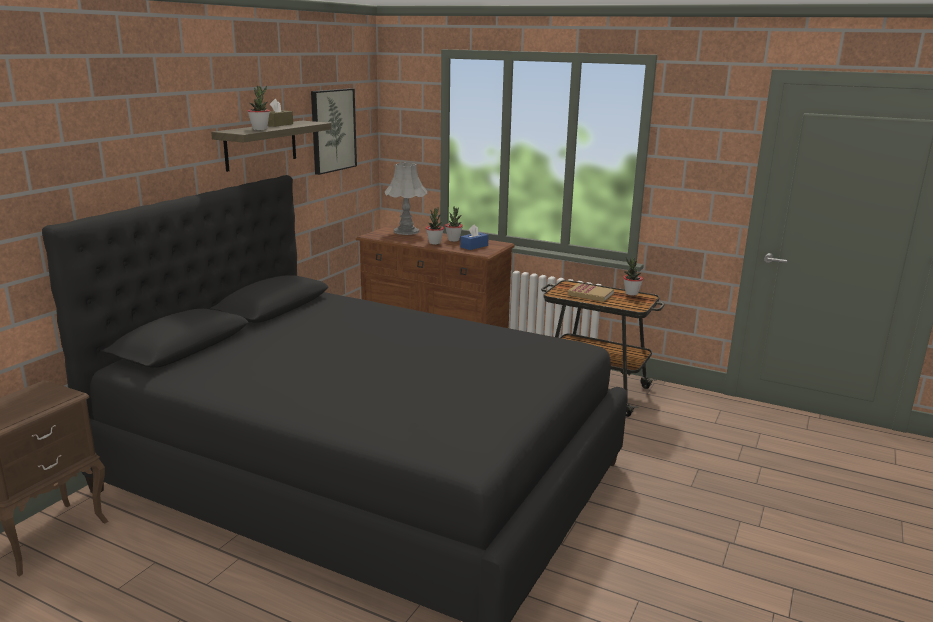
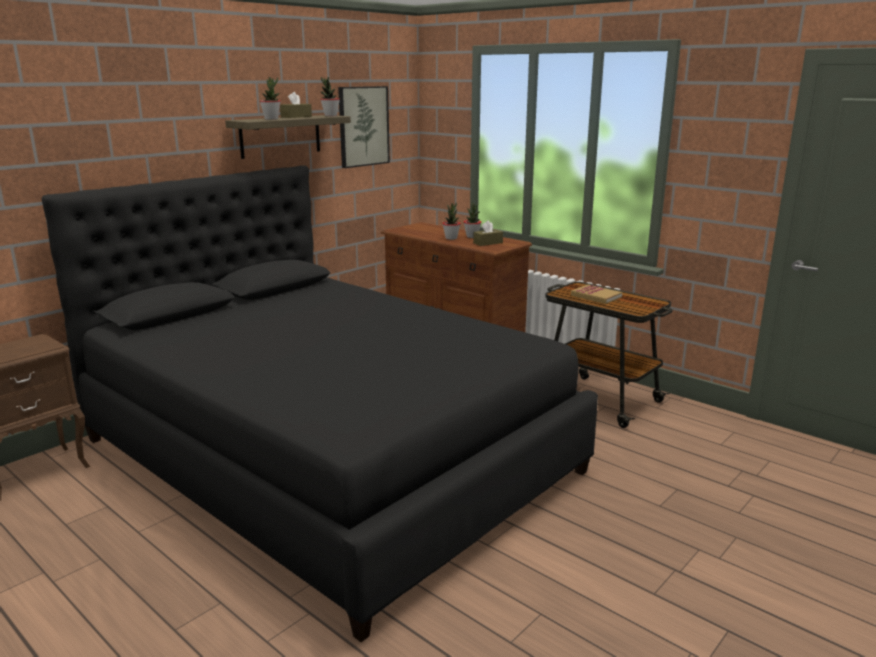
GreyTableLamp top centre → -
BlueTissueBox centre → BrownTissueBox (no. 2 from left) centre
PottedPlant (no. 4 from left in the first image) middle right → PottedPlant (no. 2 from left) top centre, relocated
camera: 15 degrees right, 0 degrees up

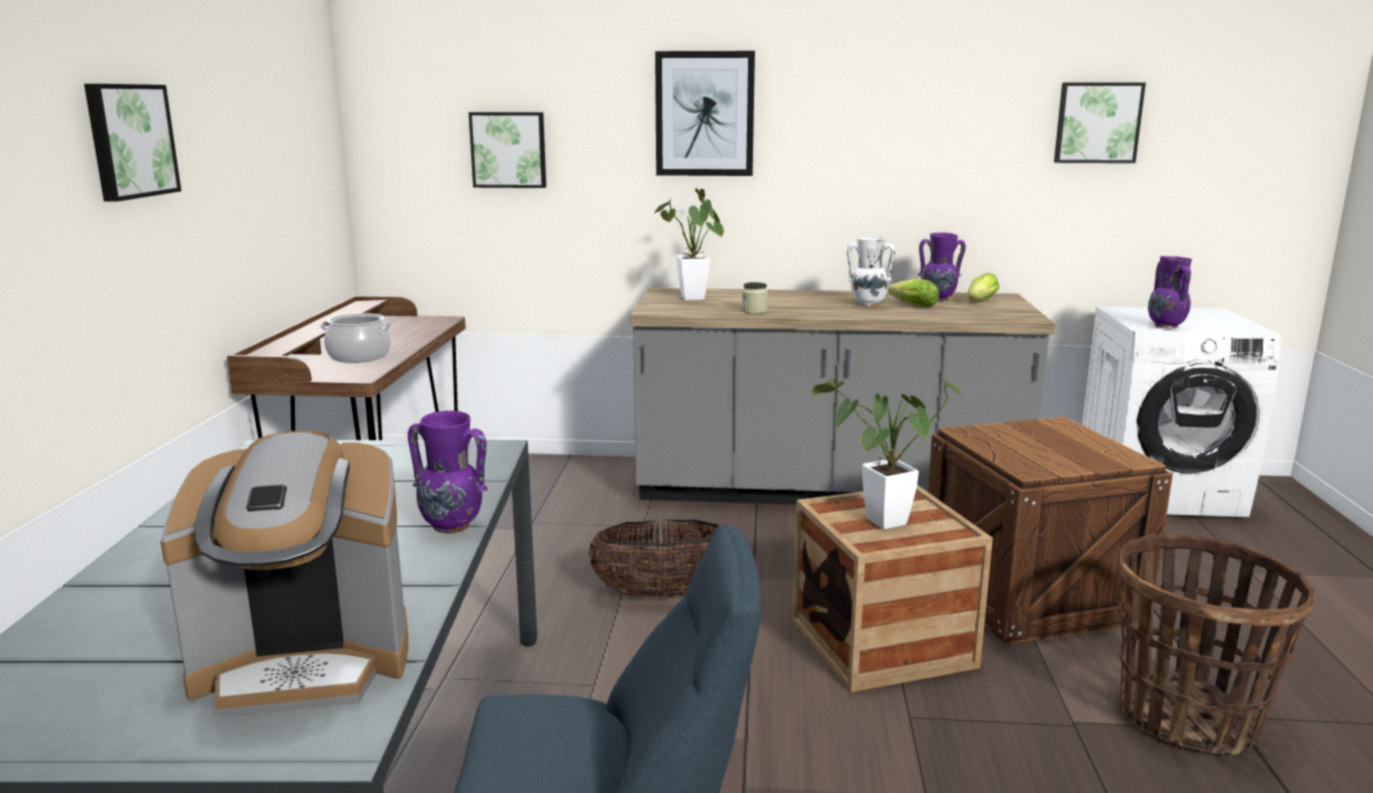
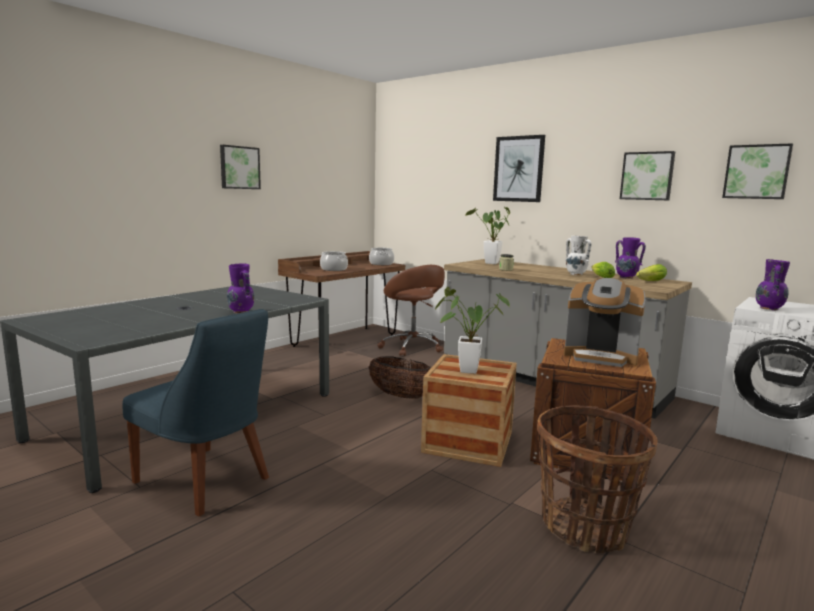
Picture (no. 2 from left in the first image) top centre → Picture (no. 3 from left) top right, relocated
CoffeeMachine bottom left → CoffeeMachine middle right, relocated
- → CookingPot (no. 2 from left) centre
- → BrownOfficeChair centre
camera: 35 degrees right, 5 degrees down

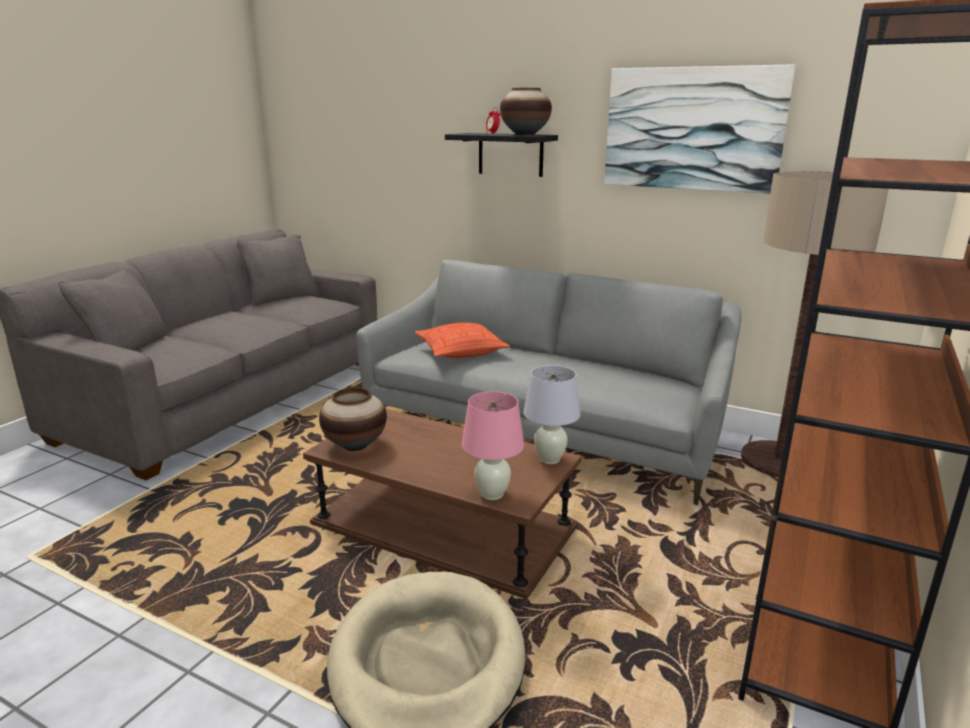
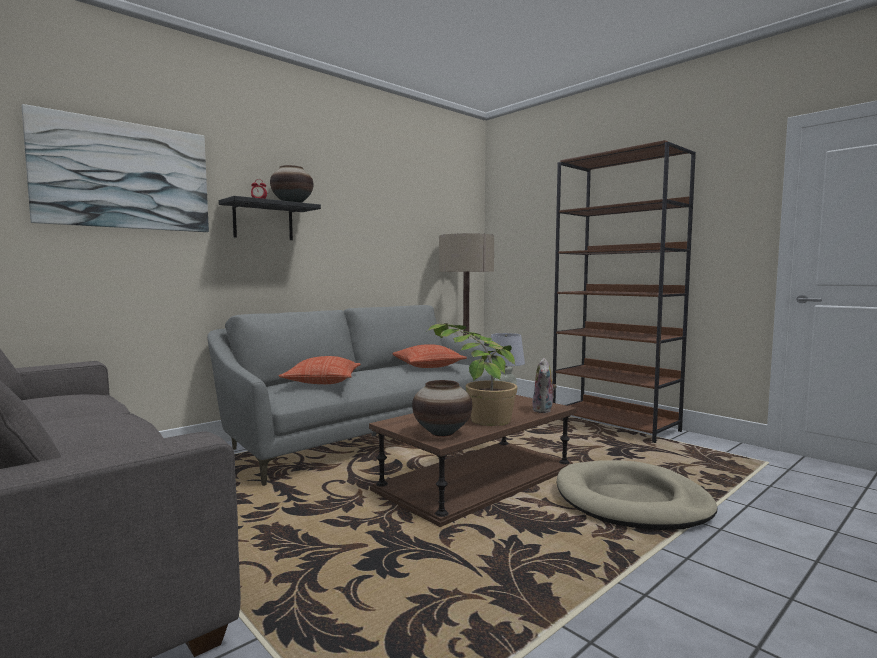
Picture top right → Picture top left, relocated
PinkTableLamp centre → PlushToy centre
- → PottedPlant centre
- → OrangePillow (no. 2 from left) centre
camera: 70 degrees left, 15 degrees down

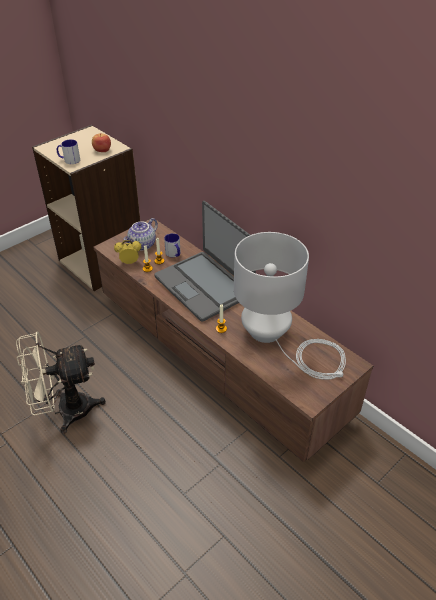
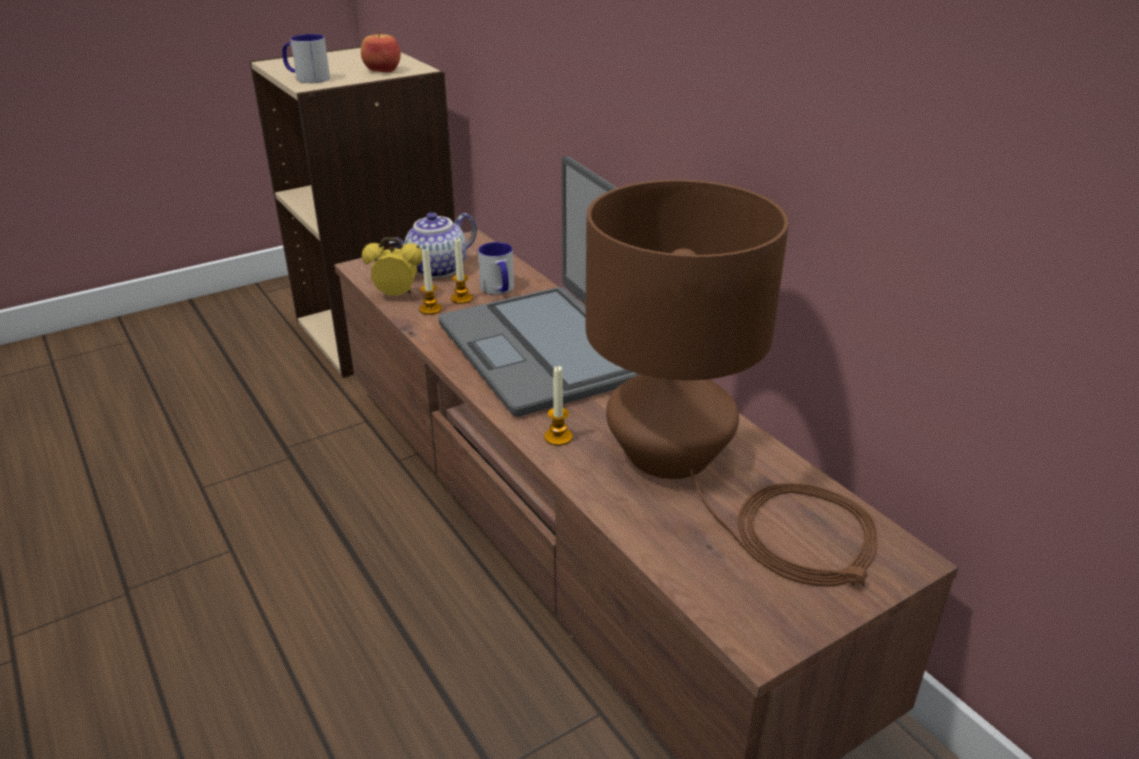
WhiteTableLamp centre → BrownTableLamp centre
BeigeFan middle left → -
camera: 10 degrees right, 10 degrees down

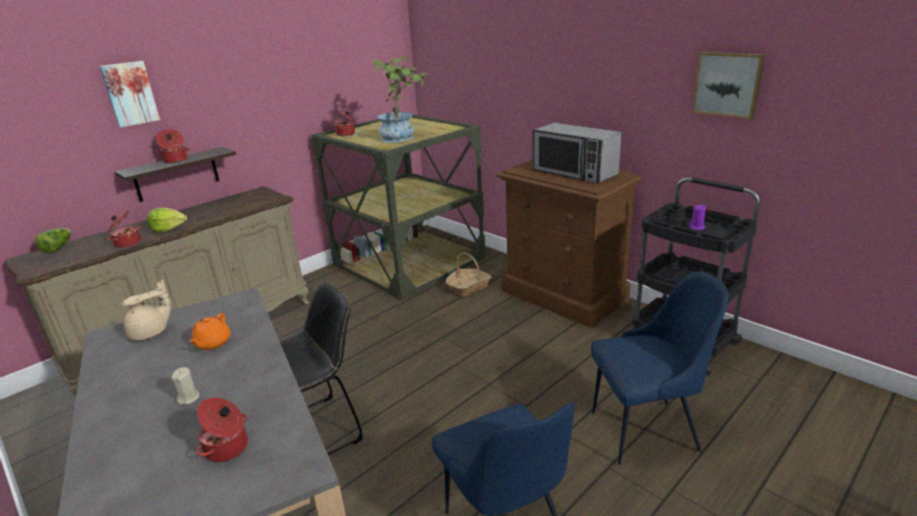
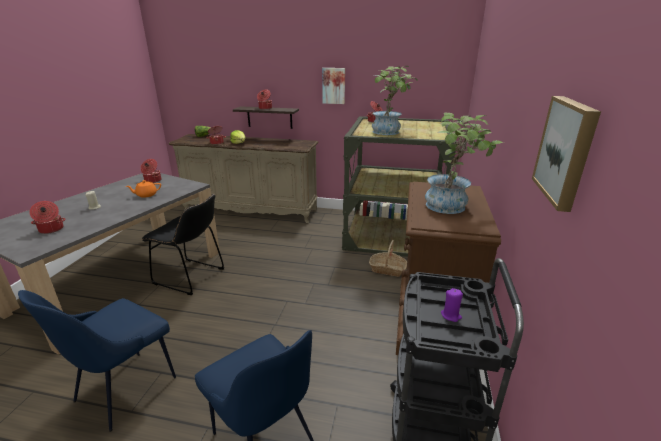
Picture (no. 1 from left) top left → Picture (no. 1 from left) top centre, relocated
Microwave top centre → PottedPlant (no. 2 from left) middle right
BeigeTeapot middle left → CookingPot (no. 2 from left) middle left
camera: 55 degrees right, 0 degrees up

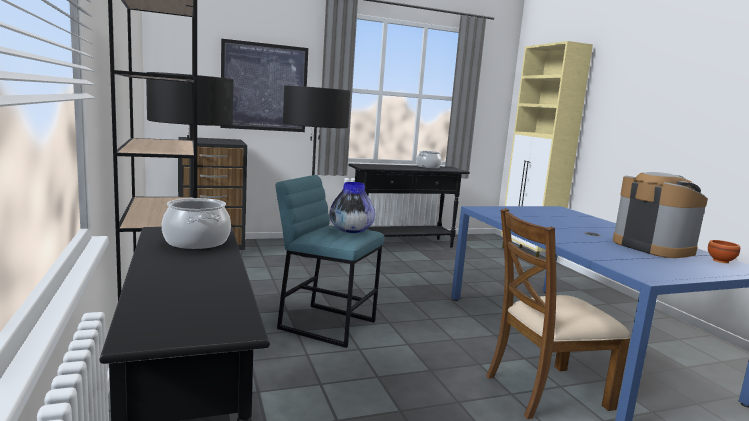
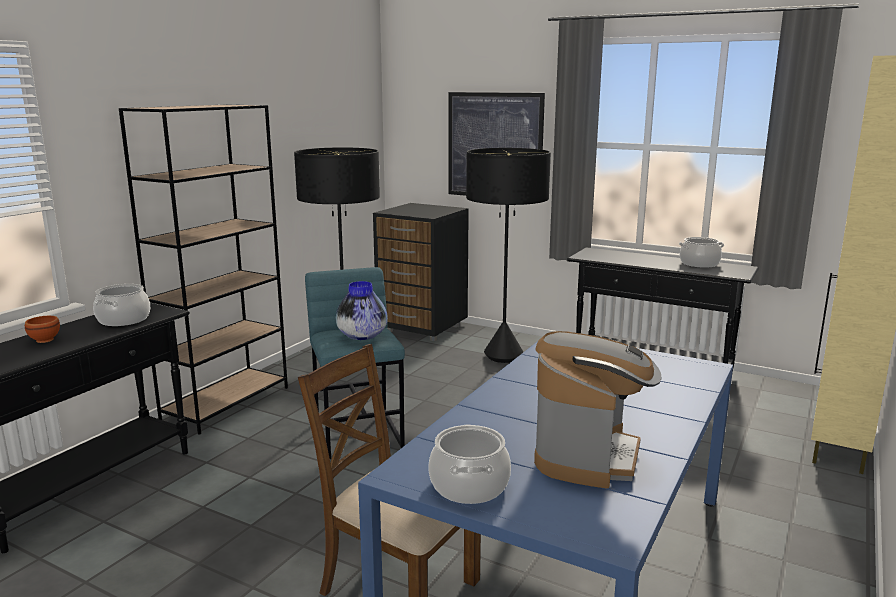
BrownBowl middle right → BrownBowl middle left, relocated
- → CookingPot (no. 2 from left) bottom centre
camera: 50 degrees right, 5 degrees up

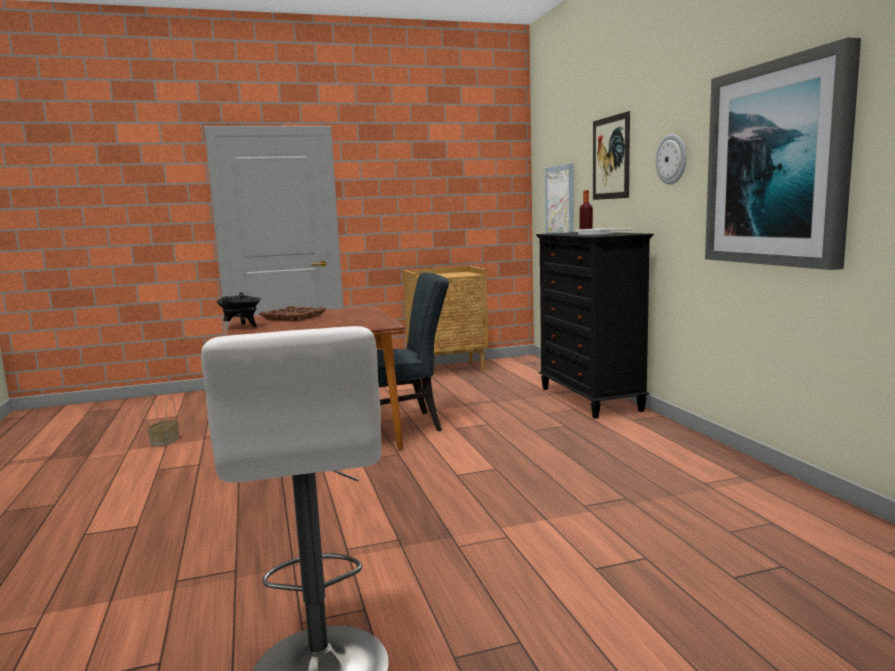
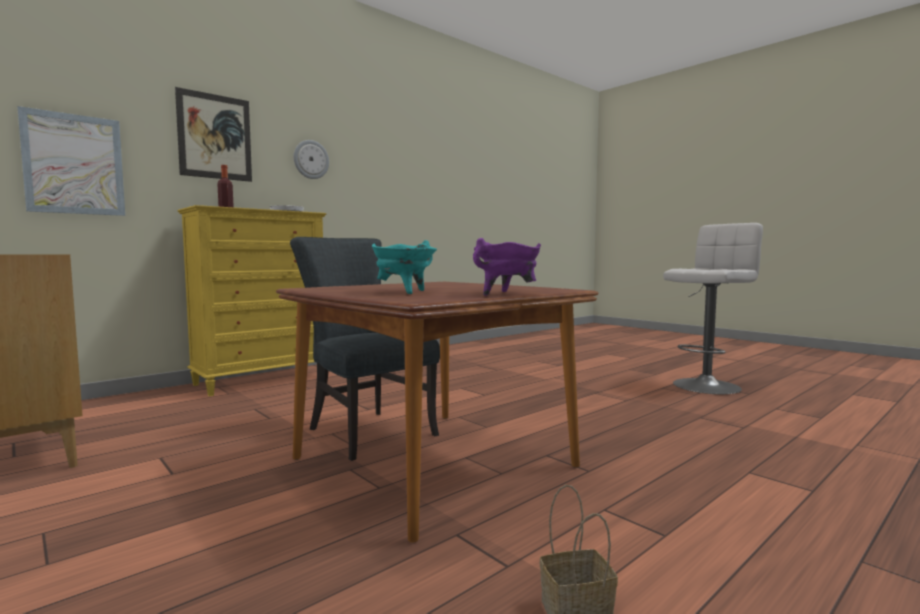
Picture (no. 3 from left) top right → -
BlackDresser centre → YellowDresser middle left
BlackCookingPot middle left → PurpleCookingPot centre
BrownTray middle left → TurquoiseCookingPot centre
camera: 115 degrees left, 5 degrees down

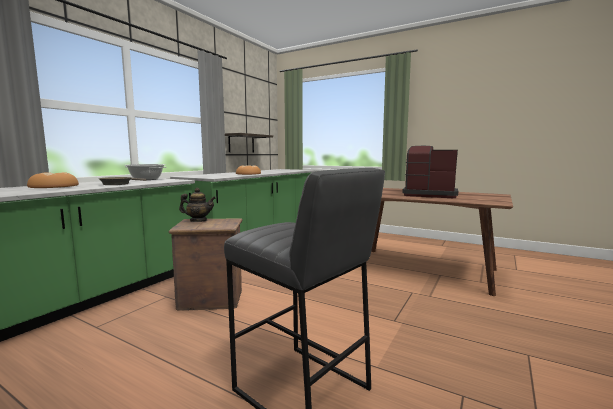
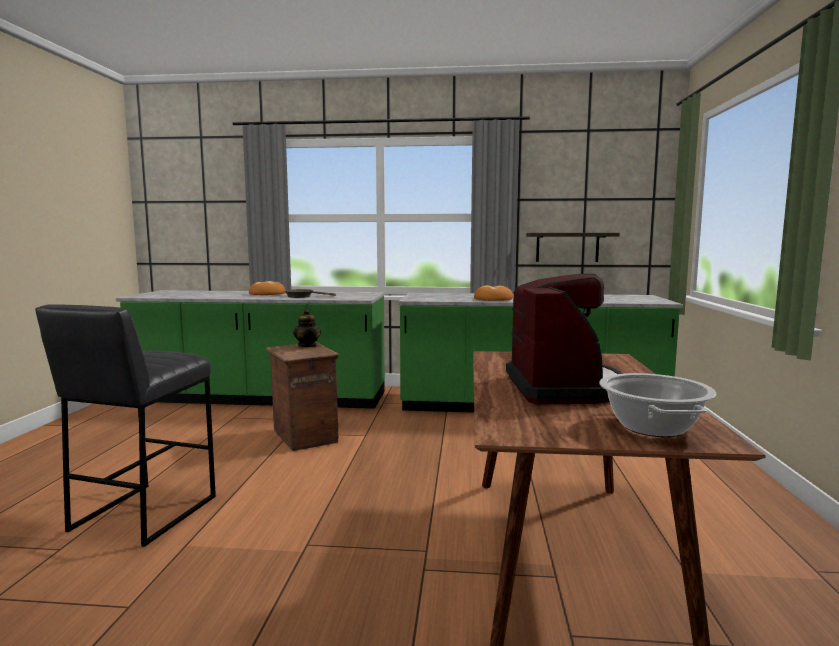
CookingPot middle left → CookingPot middle right, relocated
camera: 65 degrees right, 0 degrees up

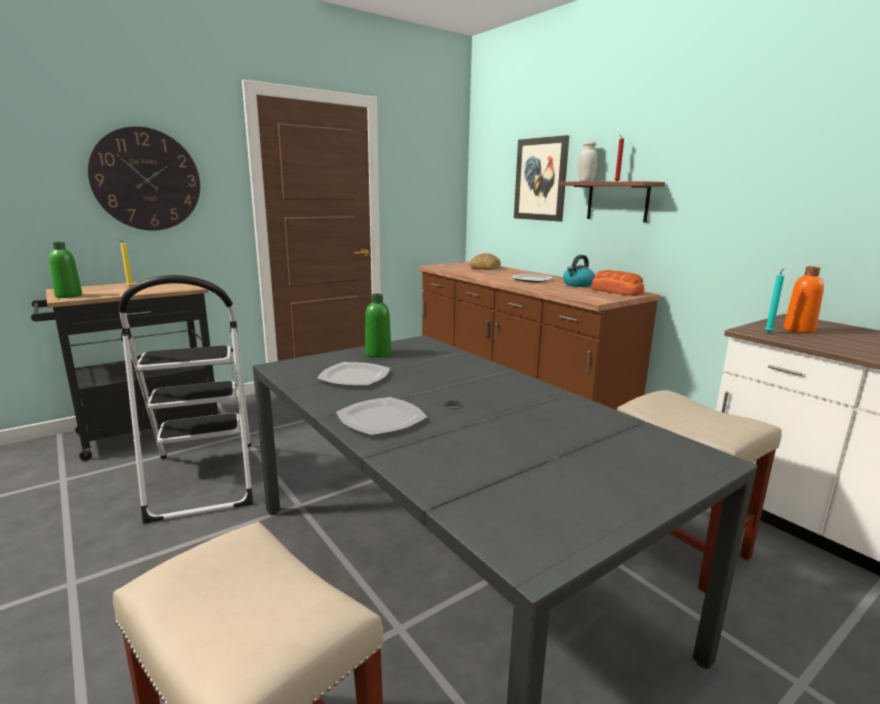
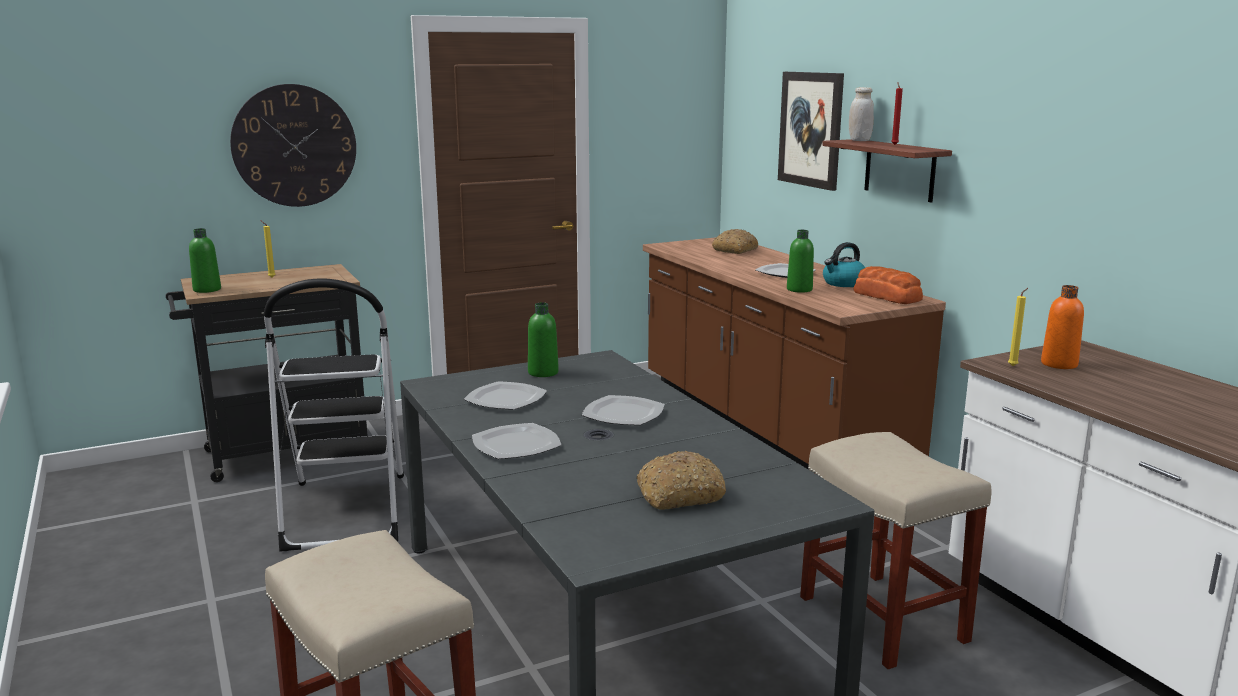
TurquoiseCandle middle right → YellowCandle (no. 2 from left) middle right
- → GreenBottle (no. 3 from left) centre
- → Plate (no. 3 from left) centre
- → Bread (no. 1 from left) bottom centre
camera: 10 degrees right, 0 degrees up

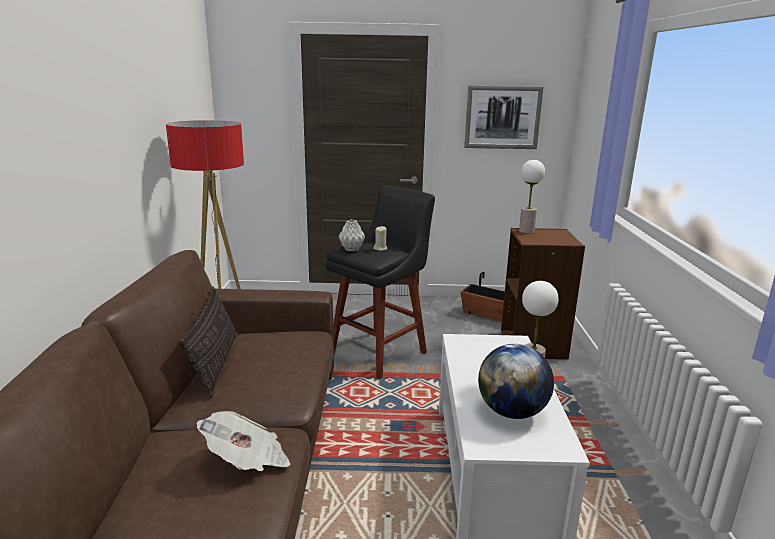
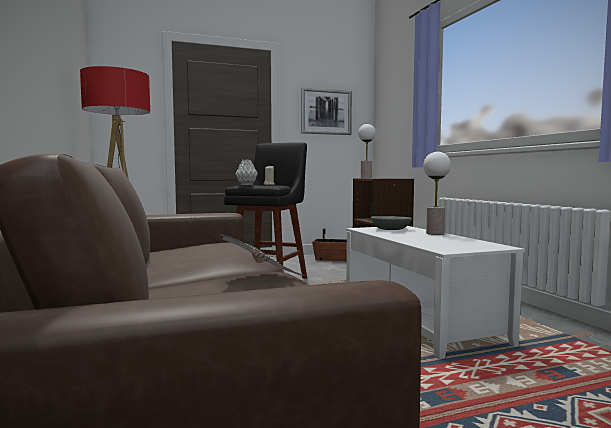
Pillow middle left → -
Globe bottom centre → -
- → GreyBowl centre
camera: 20 degrees left, 15 degrees down

